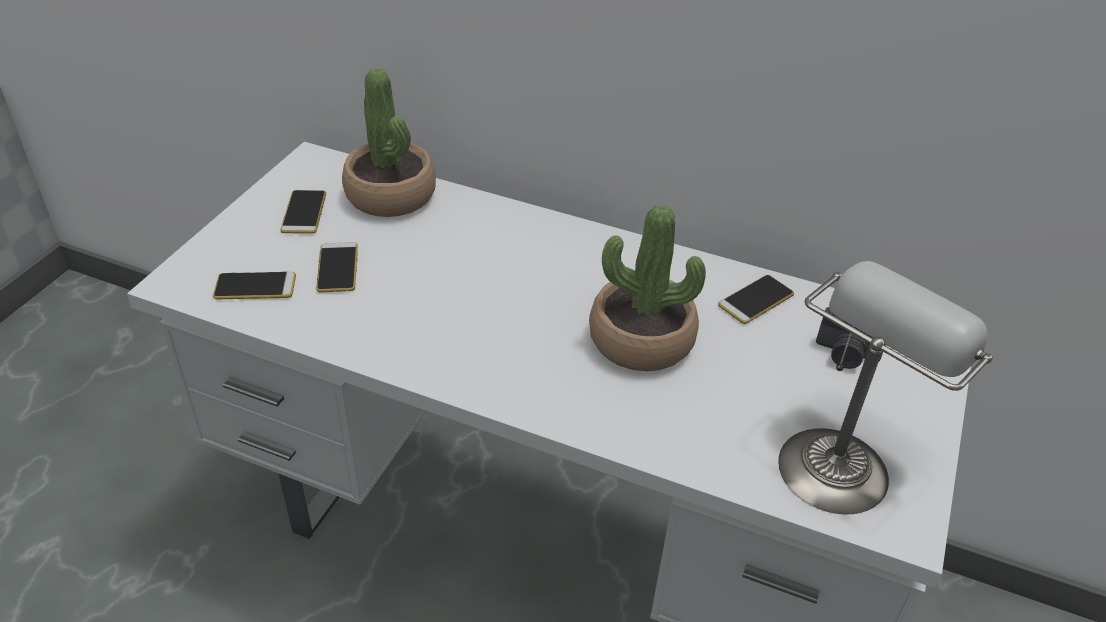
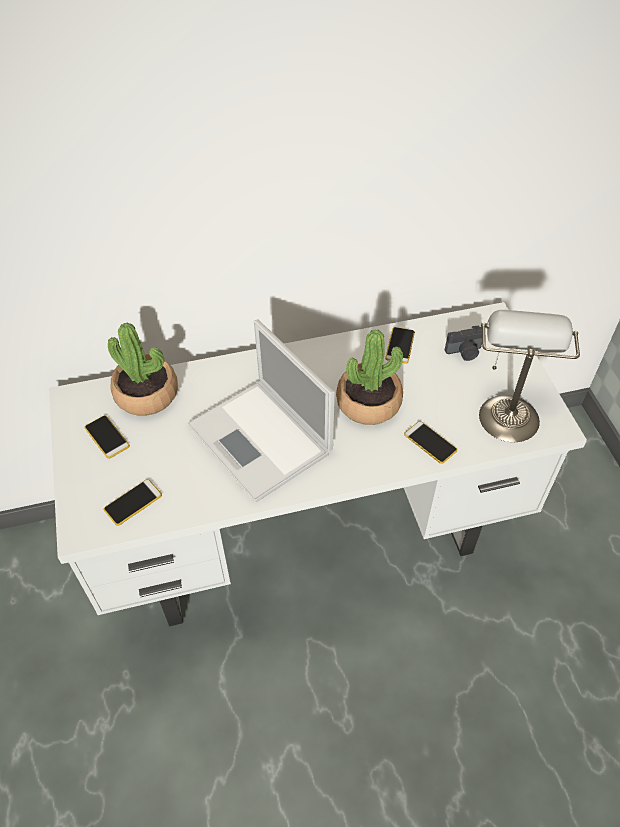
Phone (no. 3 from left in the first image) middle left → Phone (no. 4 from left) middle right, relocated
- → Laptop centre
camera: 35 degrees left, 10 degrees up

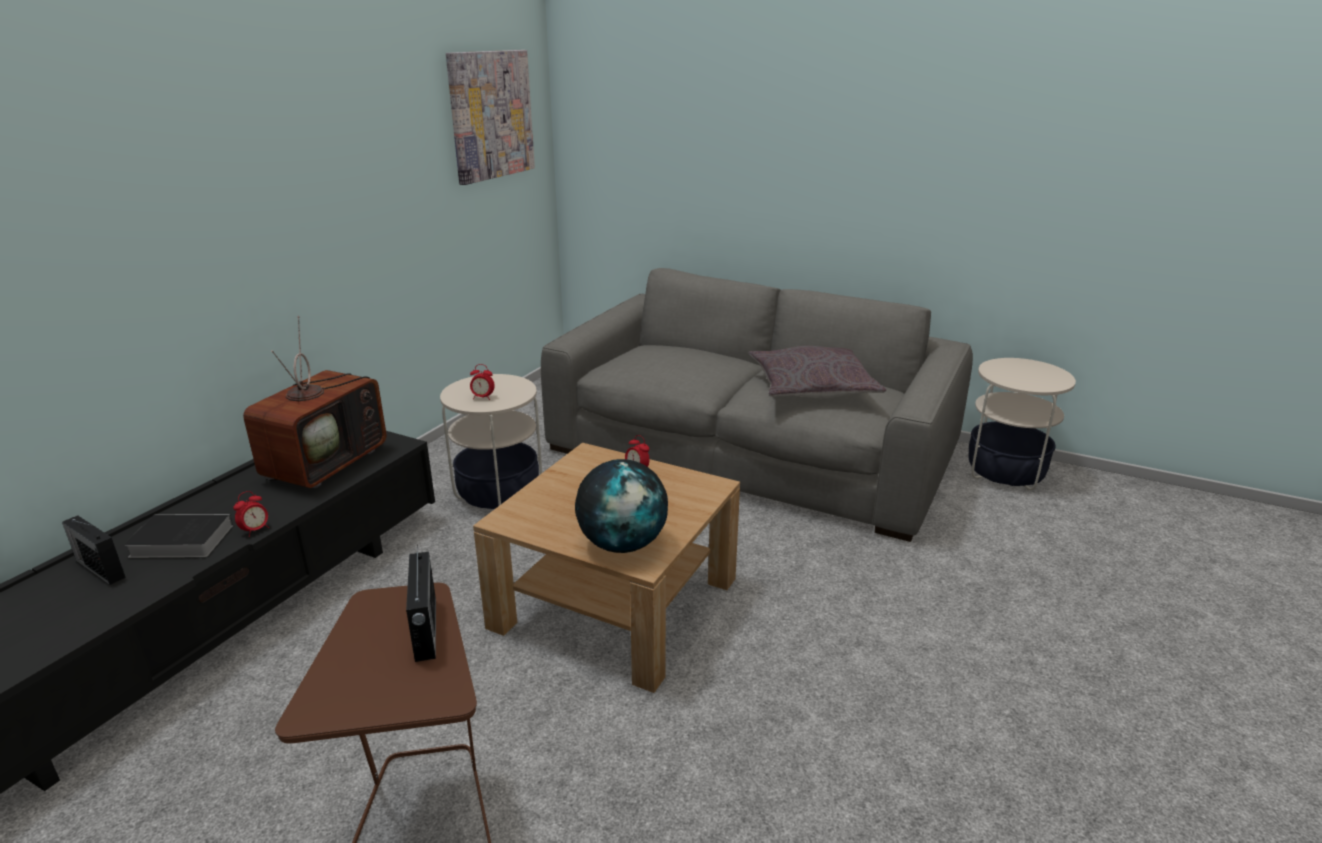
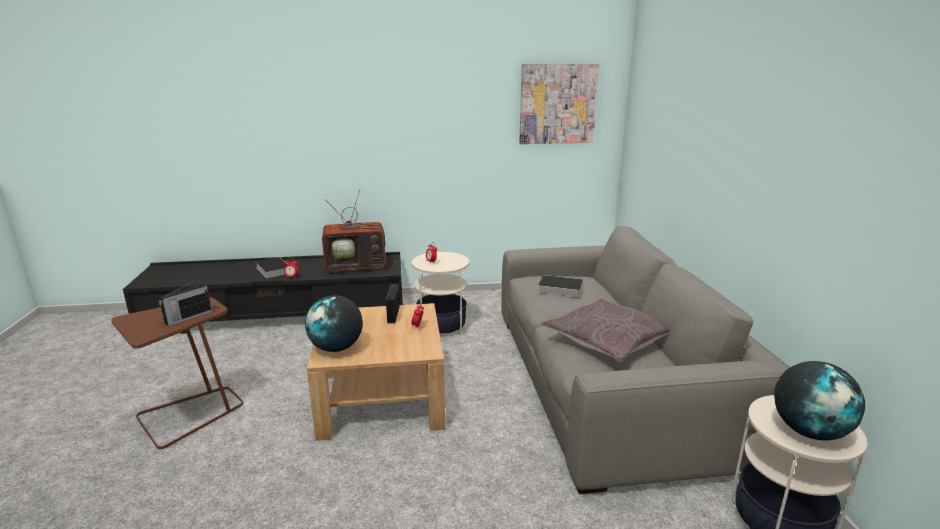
Radio (no. 1 from left in the first image) middle left → Radio (no. 2 from left) centre, relocated
- → Book (no. 2 from left) centre
- → Globe (no. 2 from left) bottom right
camera: 55 degrees right, 5 degrees down

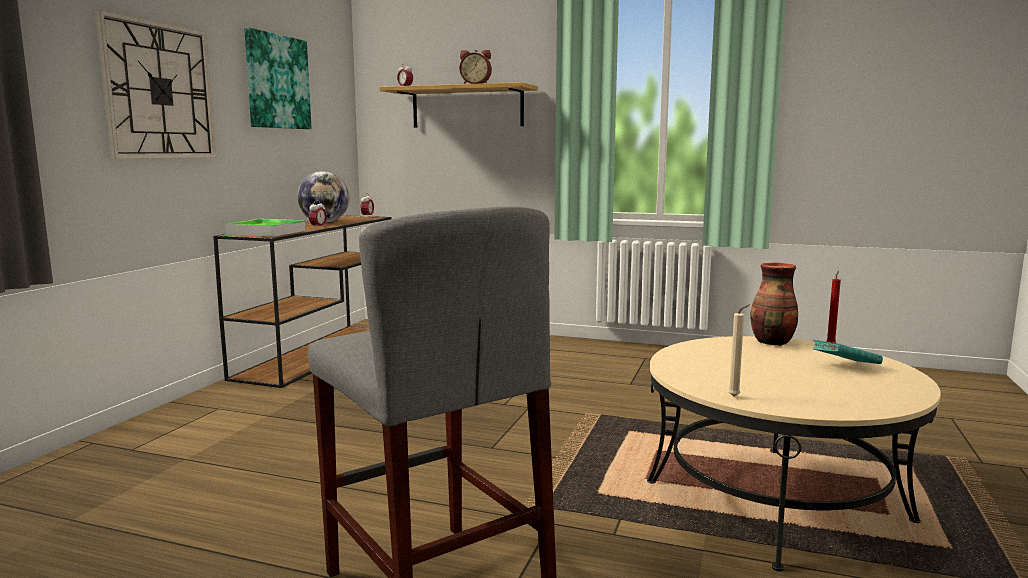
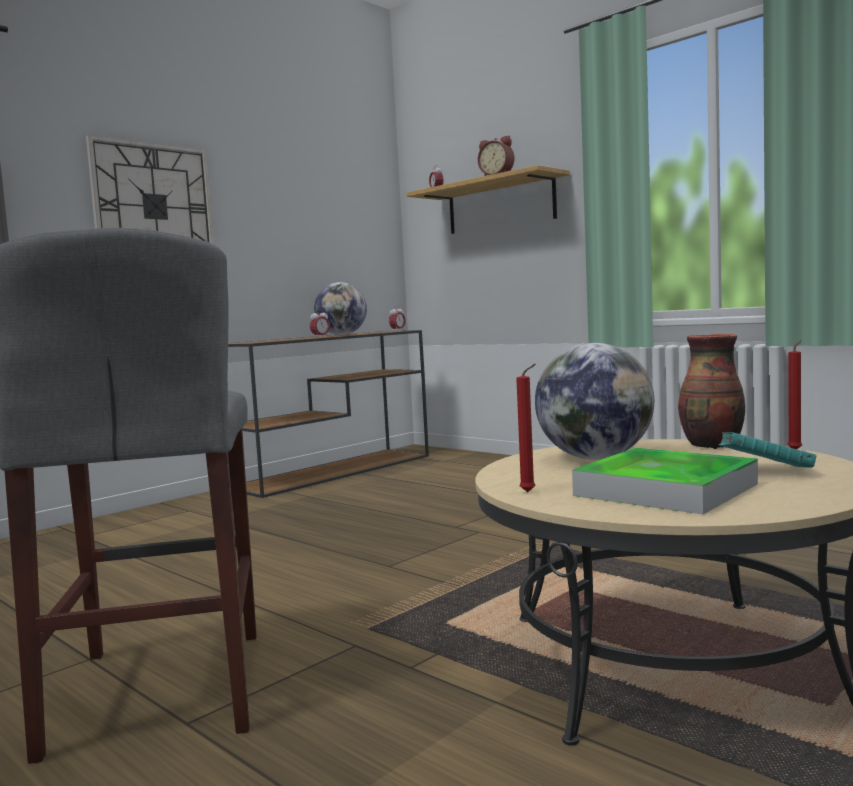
Picture top left → -
Tray middle left → Tray middle right, relocated
BeigeCandle middle right → RedCandle (no. 1 from left) centre
- → Globe (no. 2 from left) middle right
camera: 25 degrees right, 5 degrees down

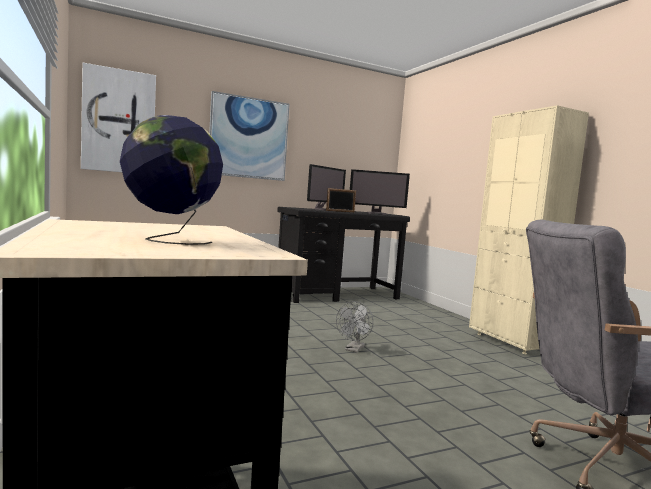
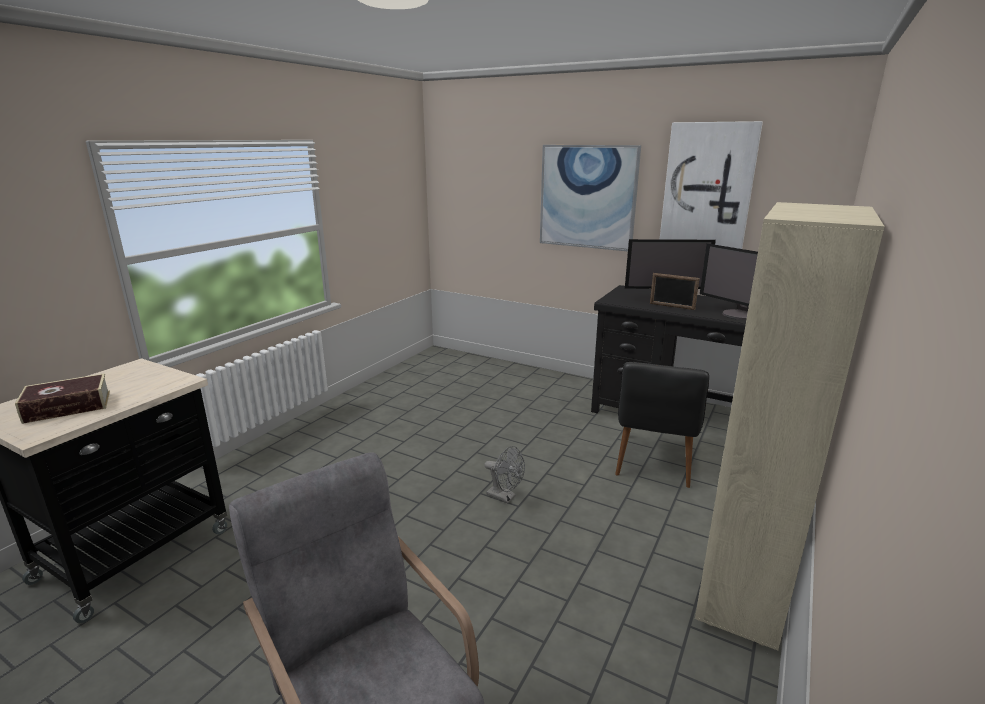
Picture (no. 1 from left in the first image) top left → Picture (no. 2 from left) top right, relocated
Globe middle left → Book middle left
GreyFan bottom centre, 135 degrees counterclockwise
- → BlackChair middle right
camera: 55 degrees right, 15 degrees up

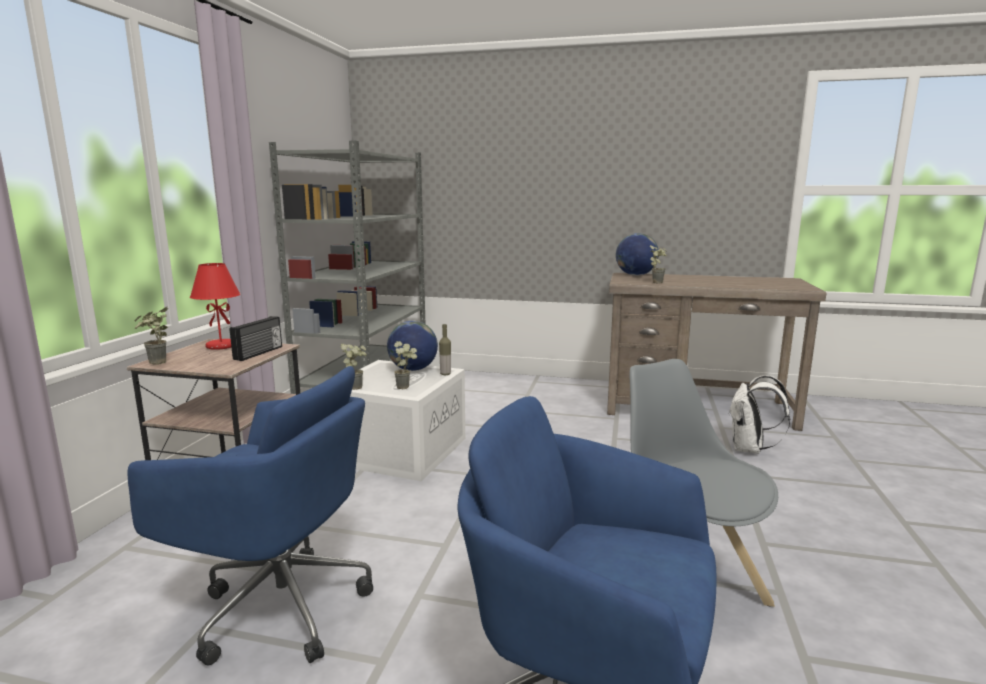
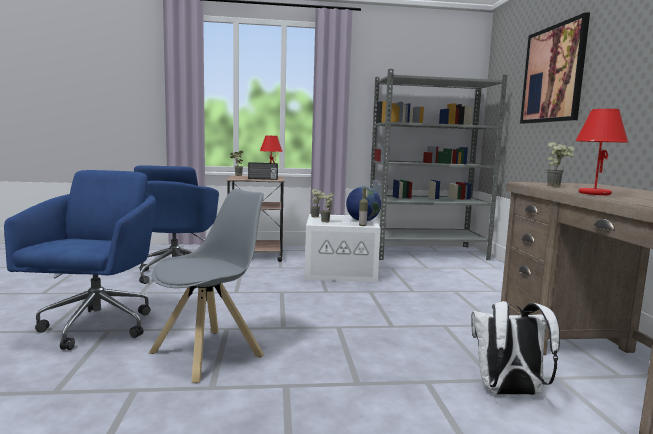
Globe (no. 2 from left) centre → -
- → Picture top right
- → RedTableLamp (no. 2 from left) middle right
camera: 70 degrees right, 5 degrees down

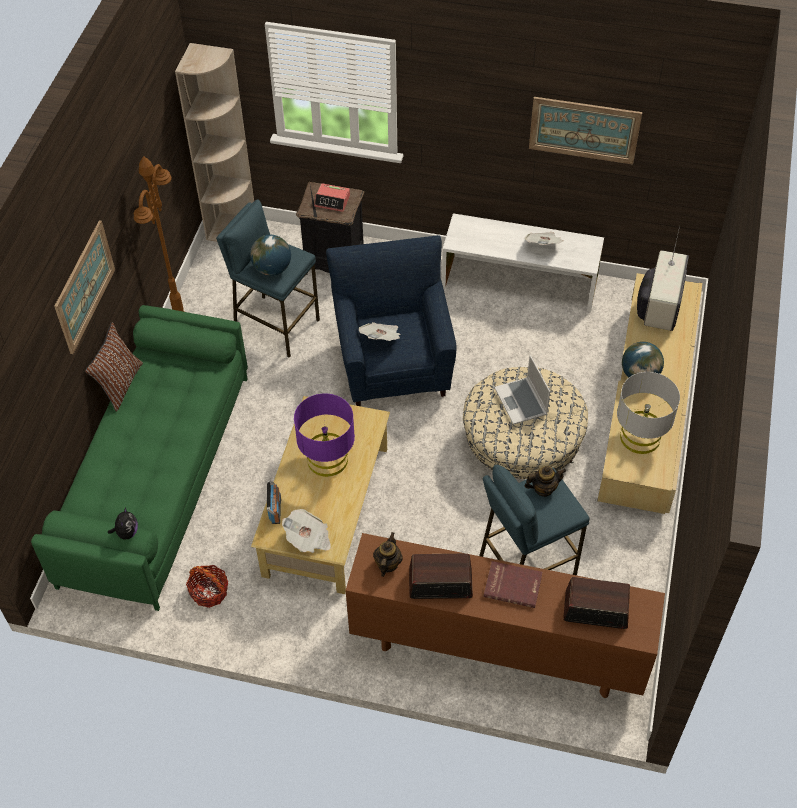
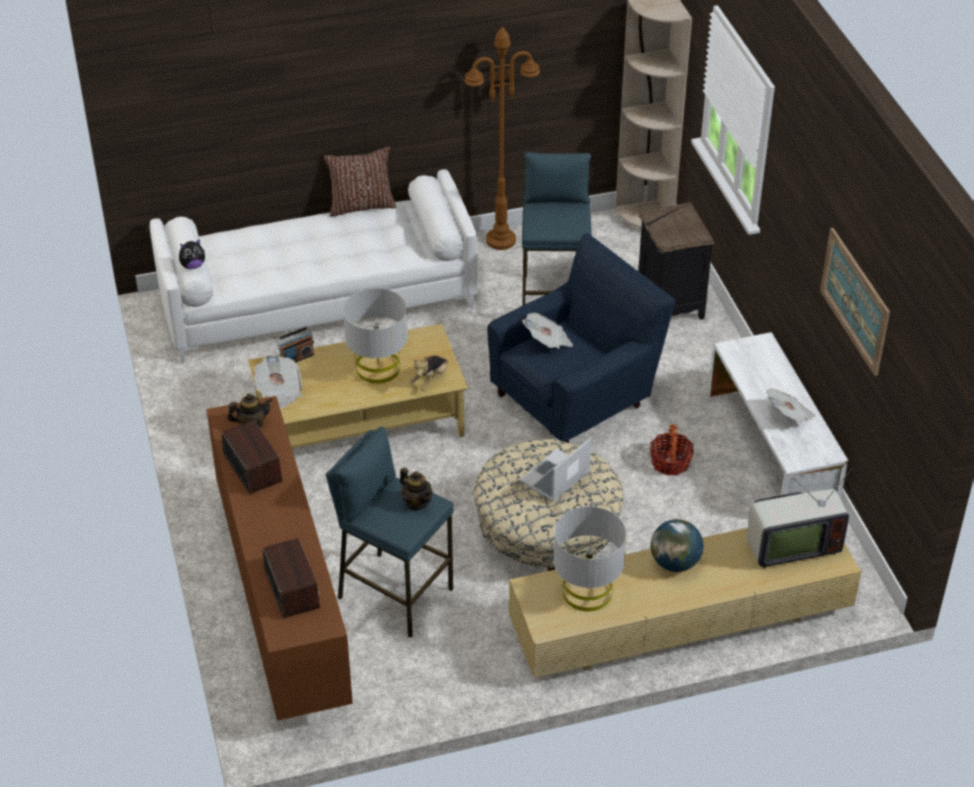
AlarmClock top centre → -
Picture (no. 1 from left) middle left → -
Globe (no. 1 from left) top centre → -
GreenSofa middle left → WhiteSofa middle left
PurpleTableLamp centre → GreyTableLamp (no. 1 from left) centre
RedBook bottom centre → -
Basket bottom left → Basket middle right, relocated
- → PlushToy (no. 2 from left) centre
camera: 60 degrees right, 10 degrees down

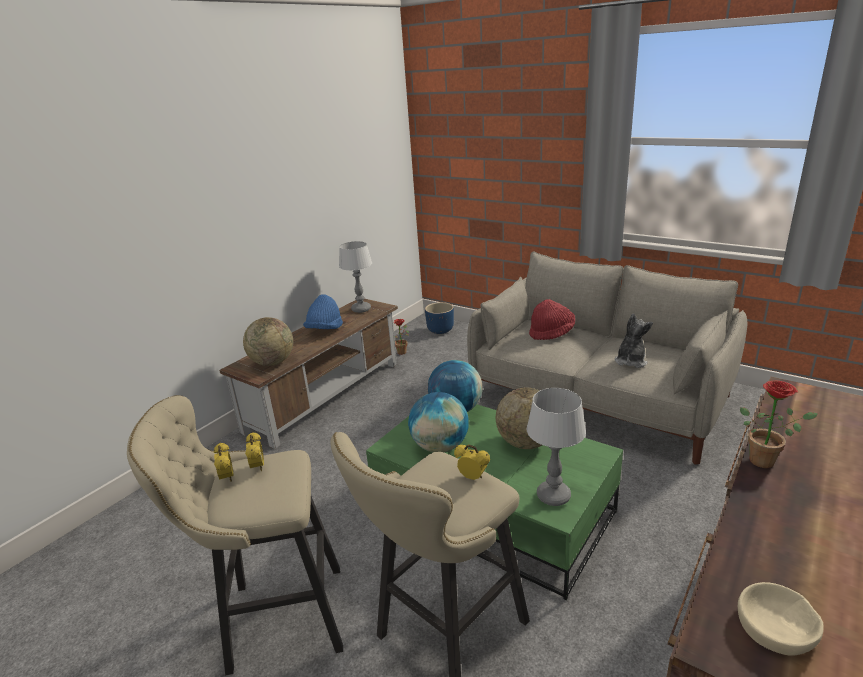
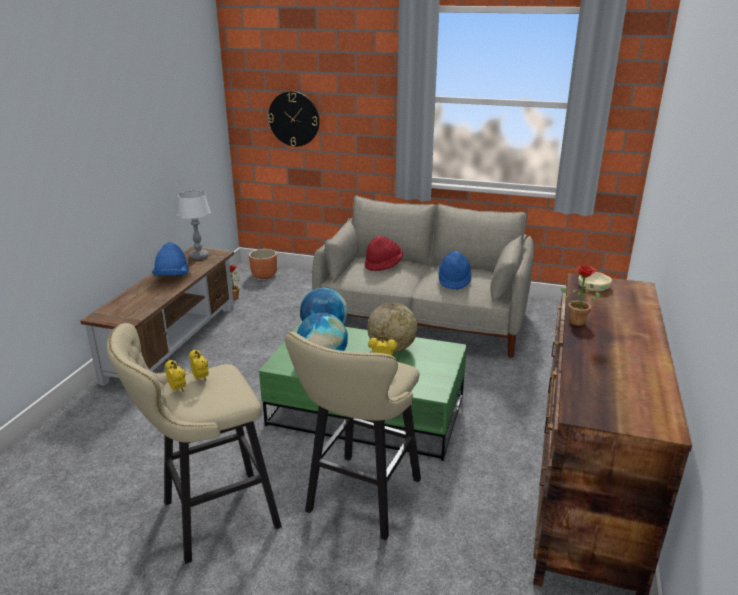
BluePlanter centre → BrownPlanter centre
PlushToy middle right → BlueHat (no. 2 from left) centre
Globe (no. 1 from left) middle left → -
TableLamp (no. 2 from left) centre → -
BeigeBowl bottom right → BeigeBowl middle right, relocated
- → WallClock top centre
camera: 20 degrees left, 0 degrees up

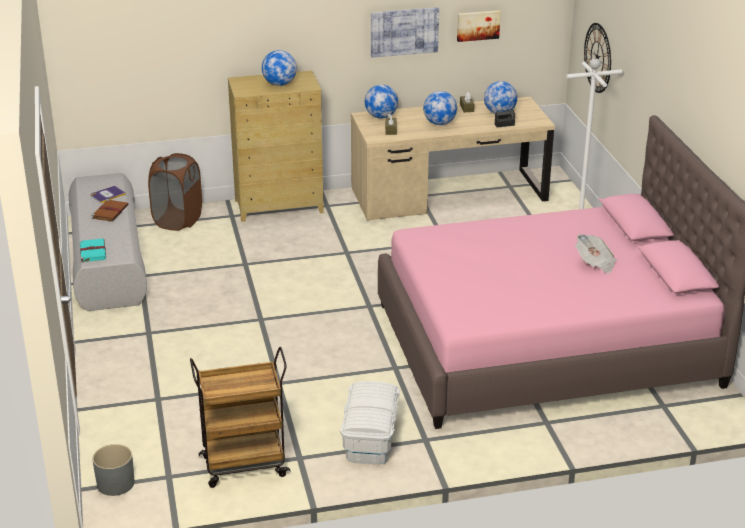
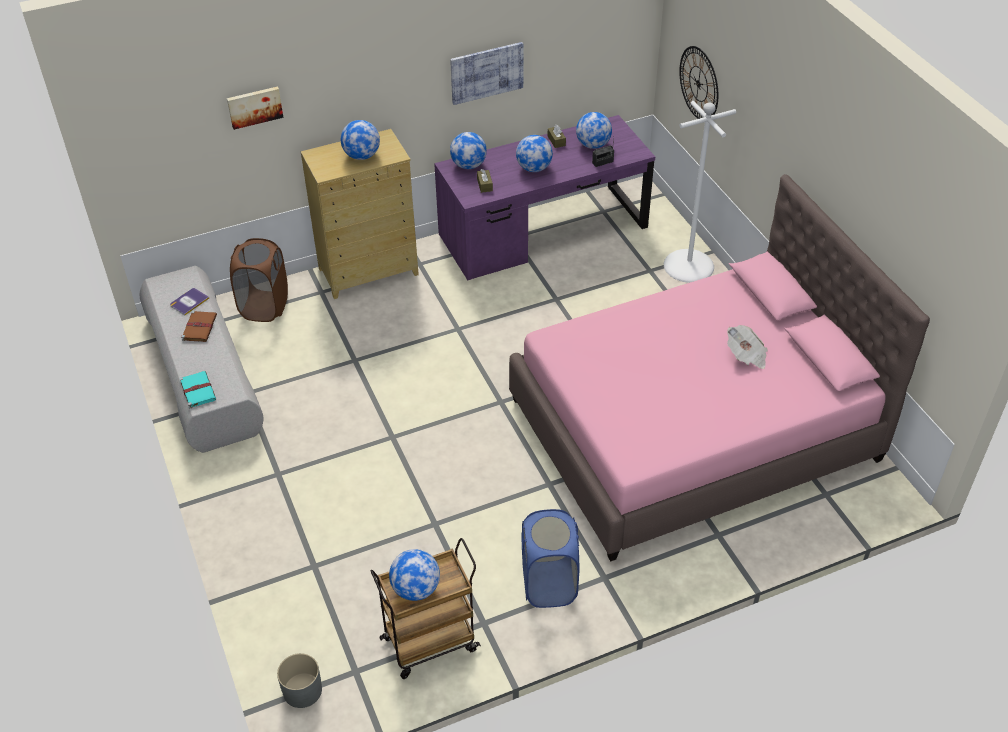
Picture (no. 2 from left in the first image) top centre → Picture (no. 1 from left) top left, relocated
BeigeDesk top centre → PurpleDesk top centre
WhiteStorageBox bottom centre → BlueLaundryBasket bottom centre
- → Globe (no. 2 from left) bottom centre
camera: 10 degrees left, 15 degrees up

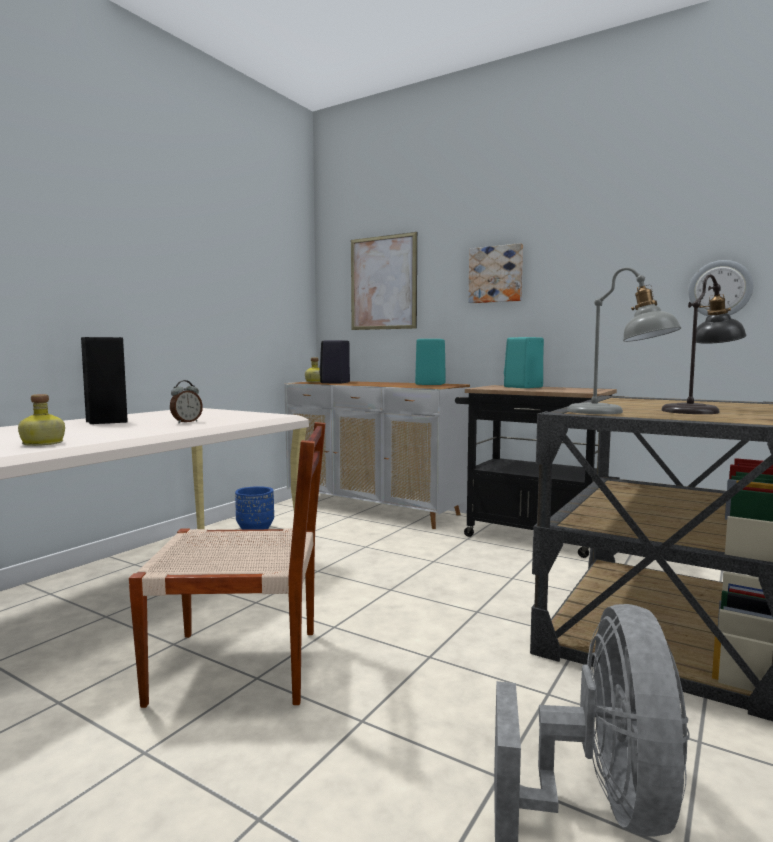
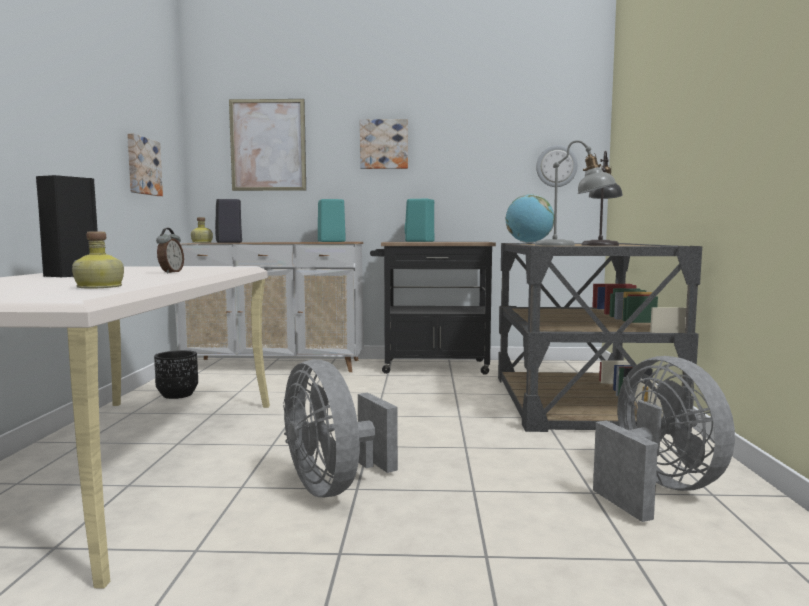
Chair bottom left → GreyFan (no. 1 from left) bottom centre
BluePlanter middle left → BlackPlanter middle left
- → Picture (no. 1 from left) top left
- → Globe centre
camera: 30 degrees left, 0 degrees up

